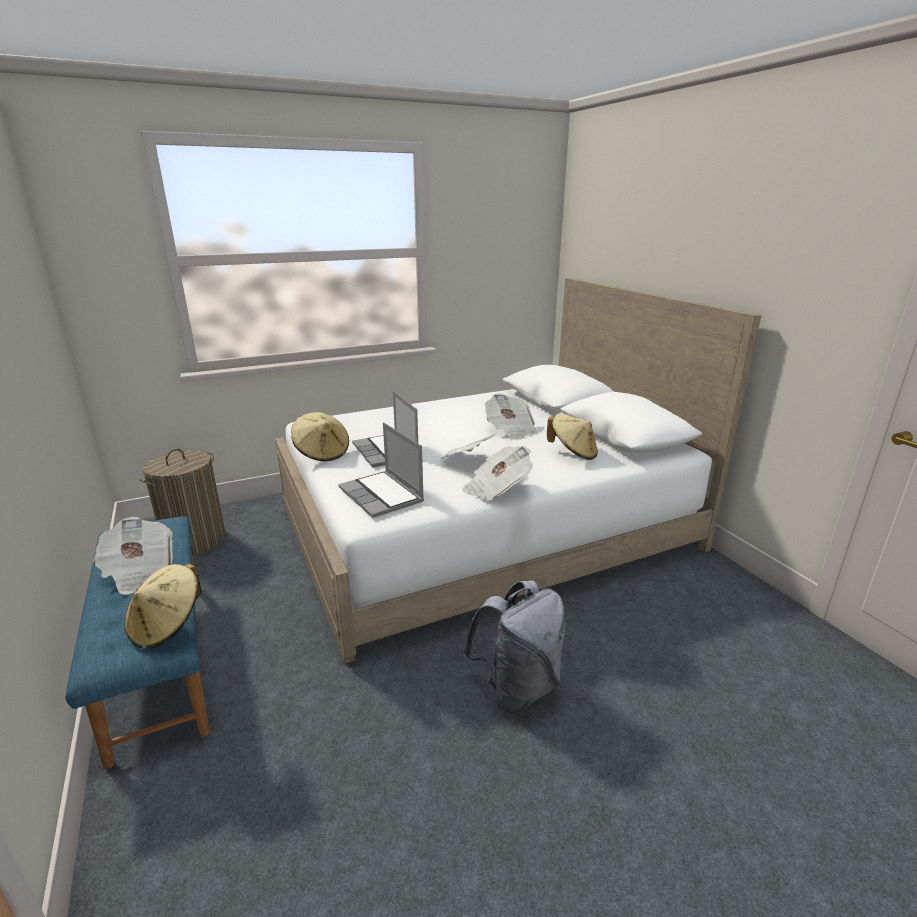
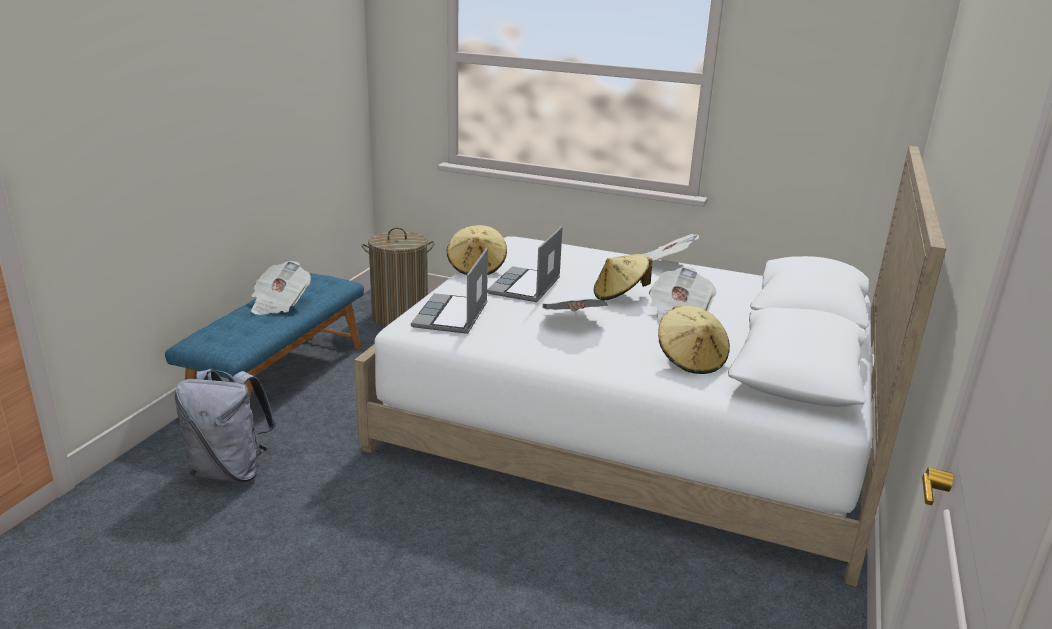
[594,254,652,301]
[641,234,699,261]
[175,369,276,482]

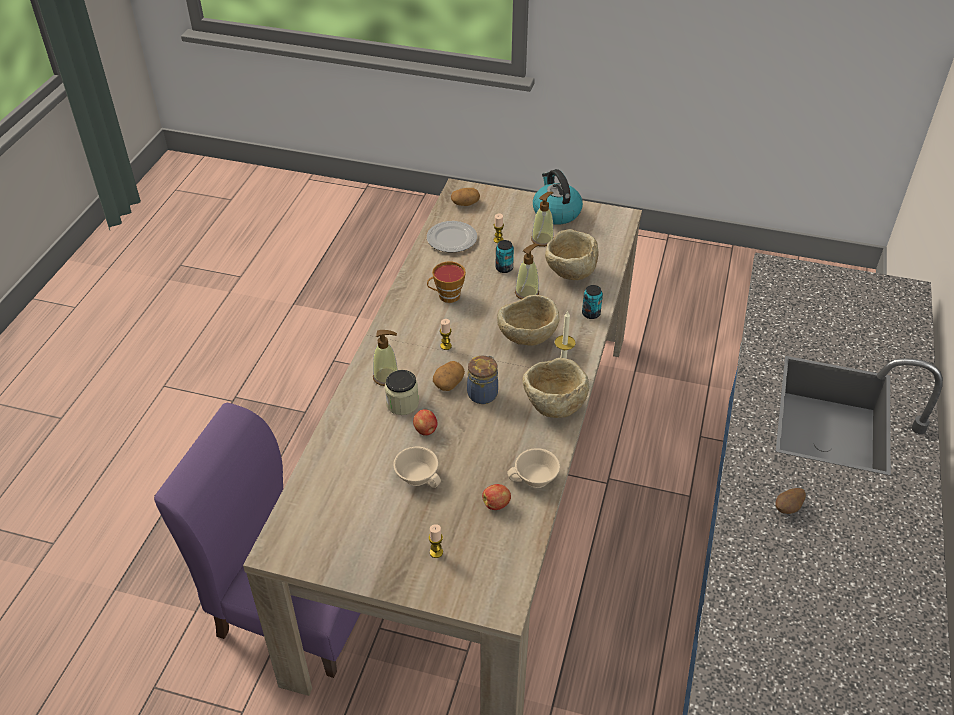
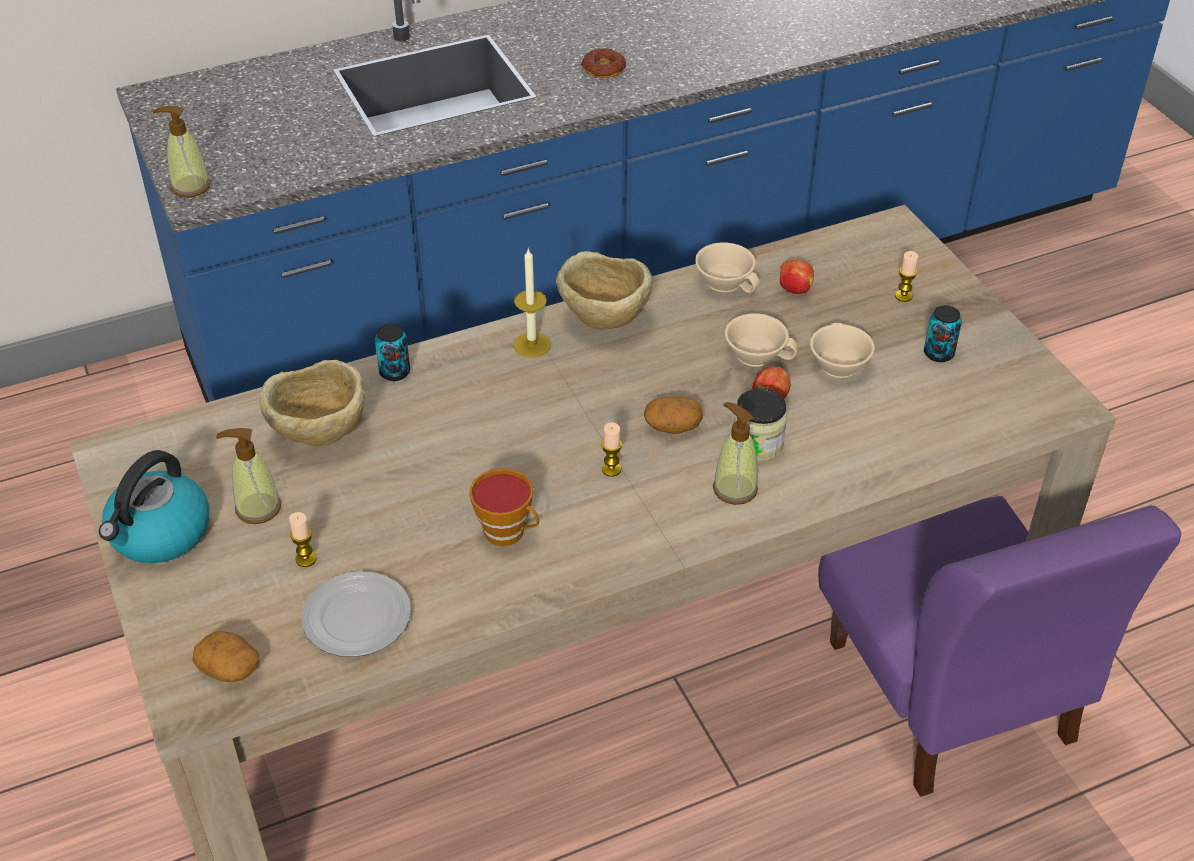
[467,356,498,404] (first image)
[924,305,962,362]
[497,295,559,346] (first image)
[152,106,210,198]
[581,48,626,78]
[725,313,798,367]

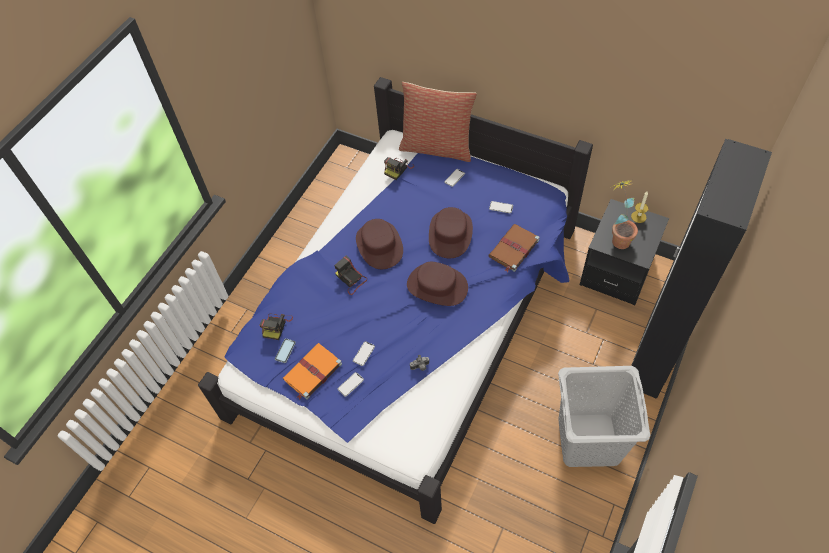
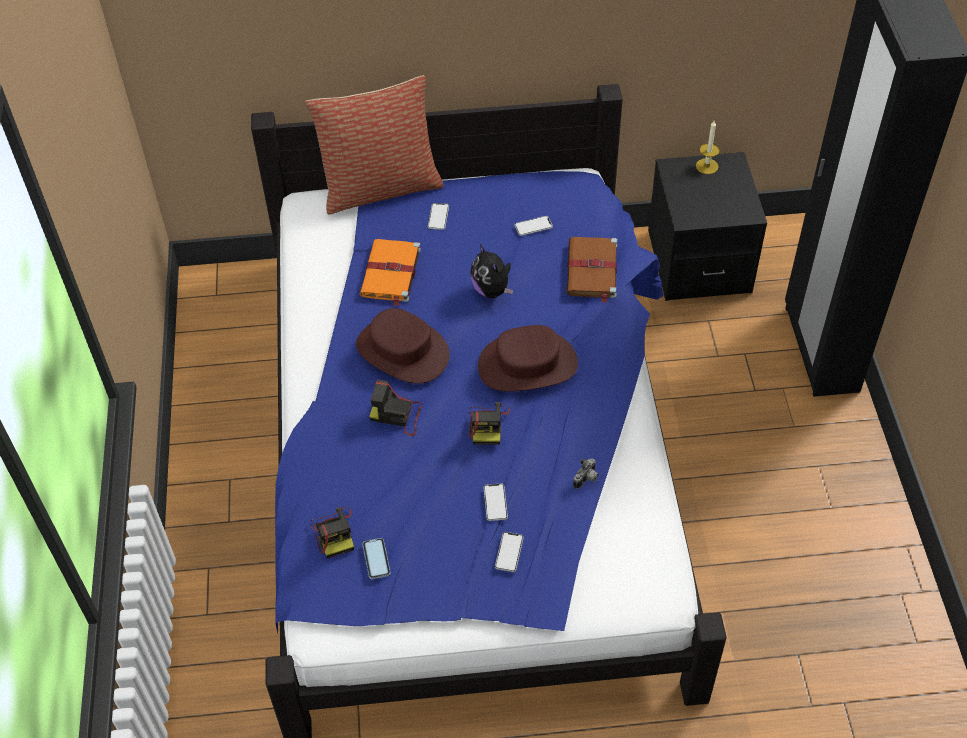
[360,239,421,306]
[469,402,510,445]
[470,244,513,298]
[558,366,650,467] (first image)
[612,180,638,249] (first image)

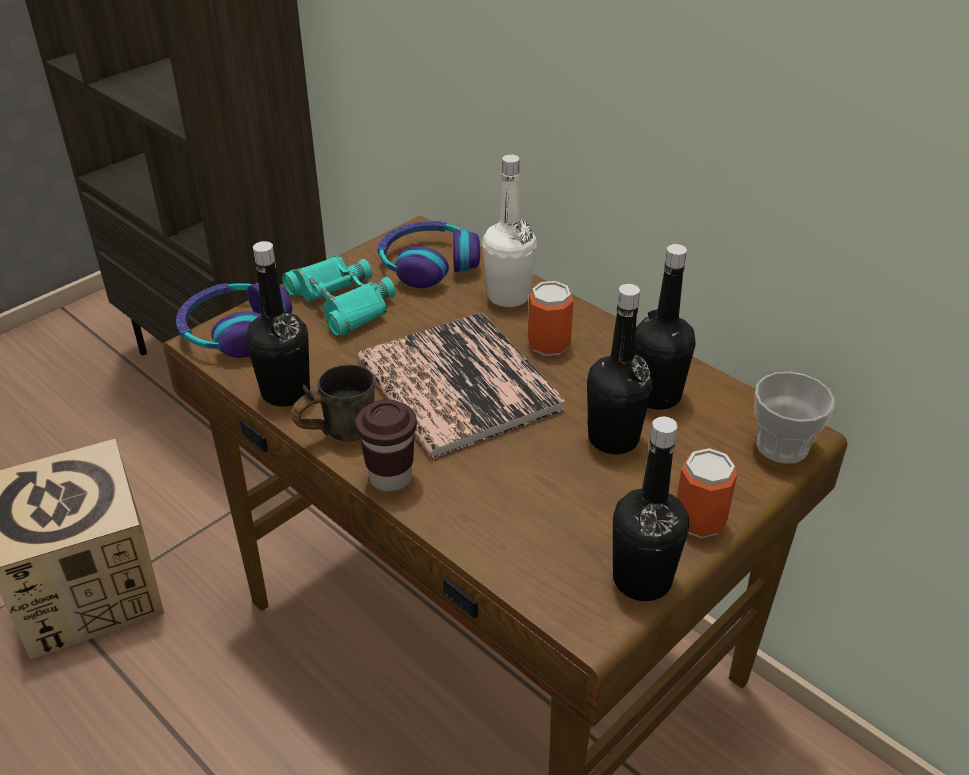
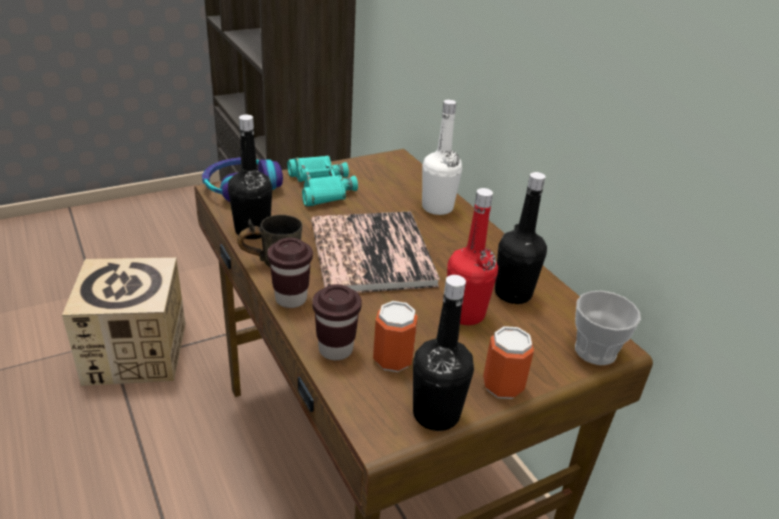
[378,221,480,288] (first image)
[373,301,418,372]
[447,188,498,325]
[312,284,362,360]

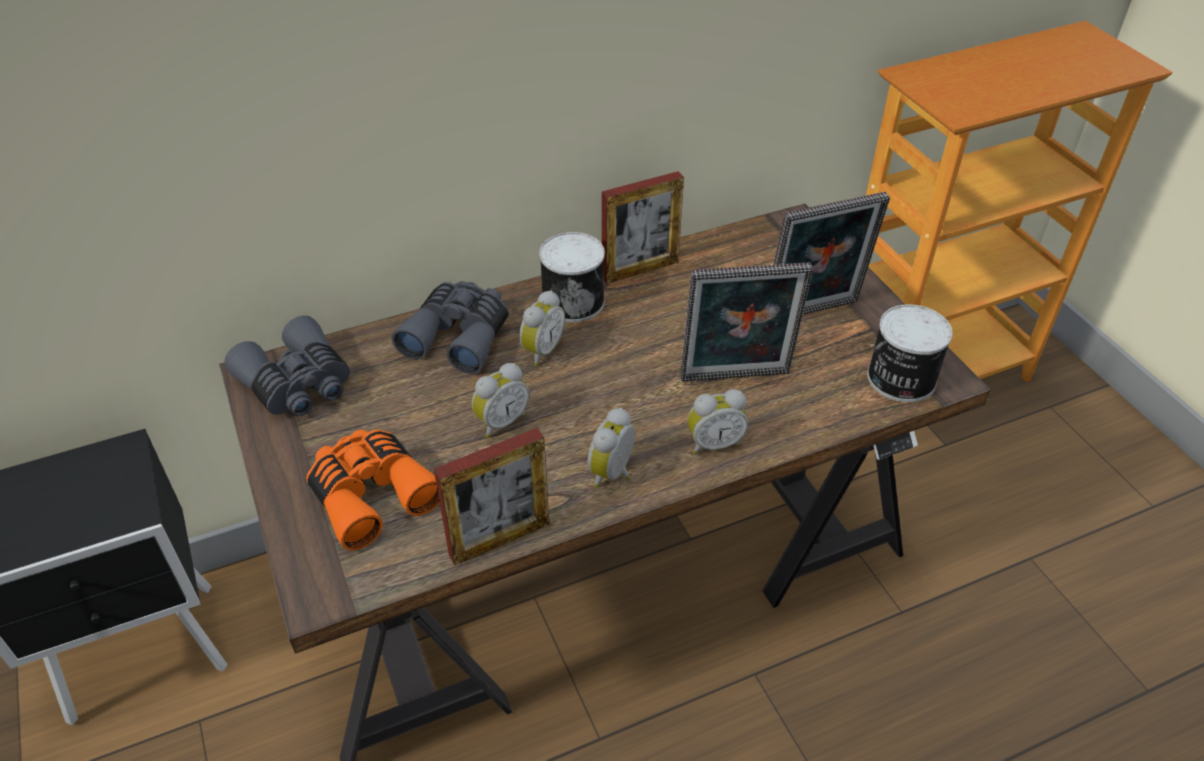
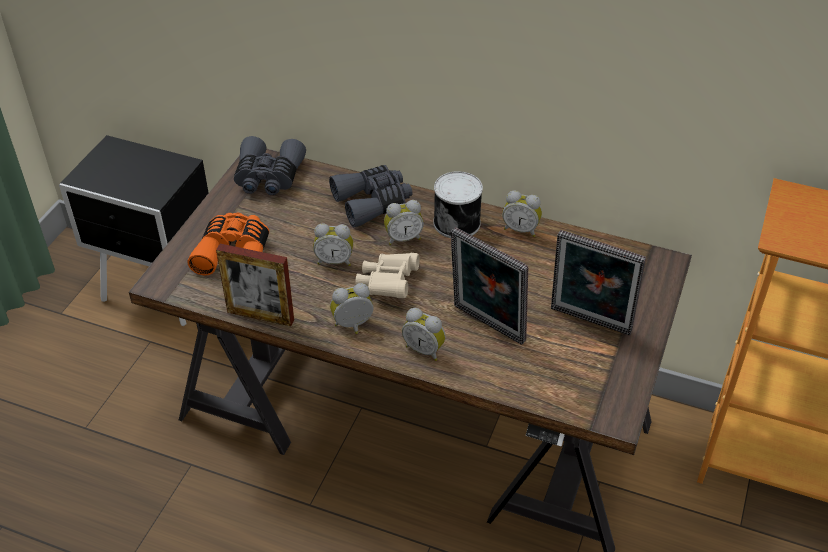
[502,190,542,237]
[867,304,953,402] (first image)
[355,253,420,298]

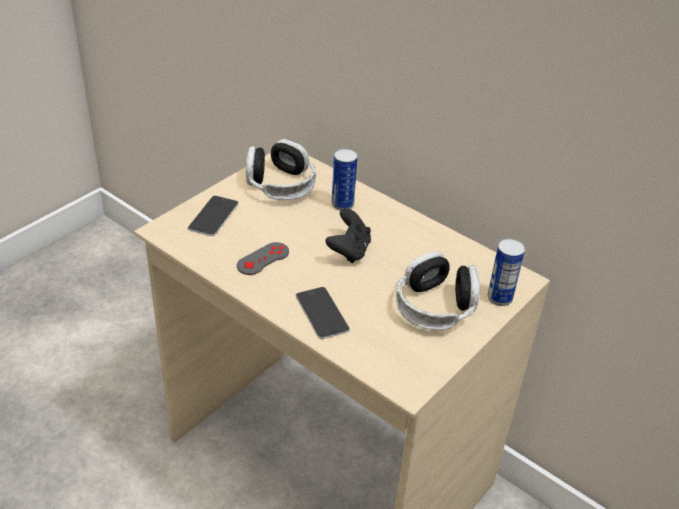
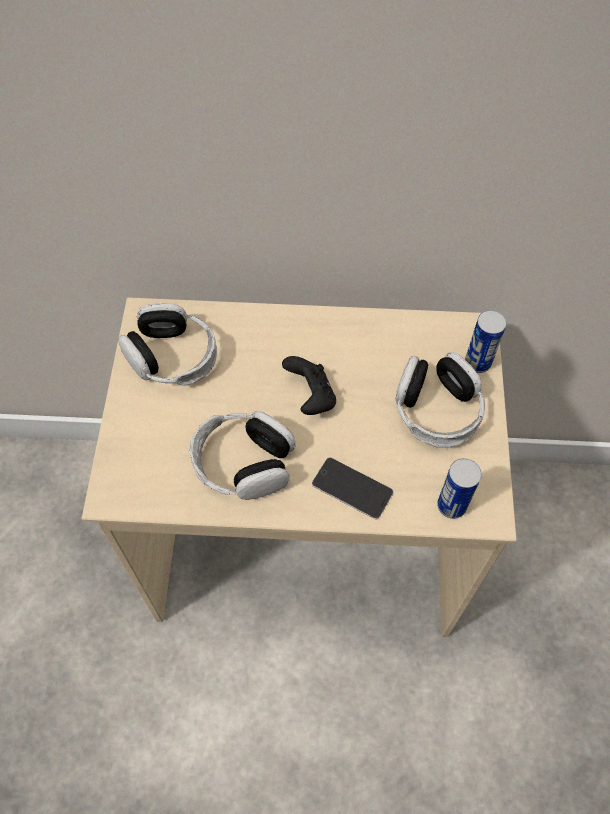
[188,196,239,236] (first image)
[190,411,296,500]
[437,458,482,519]

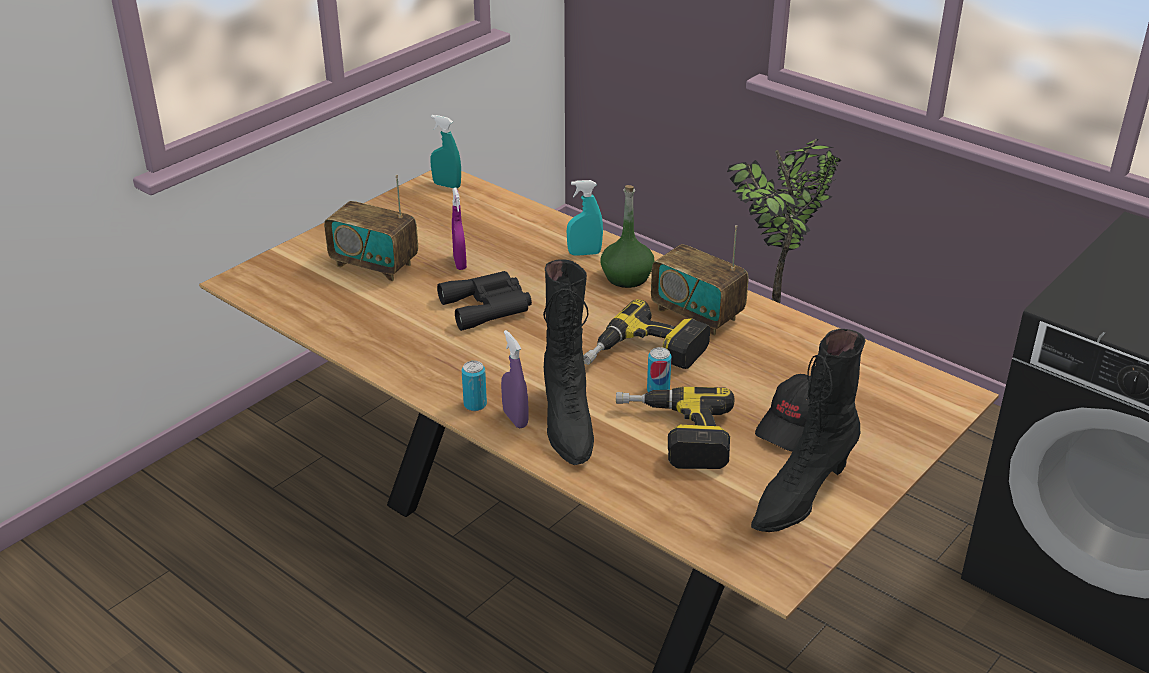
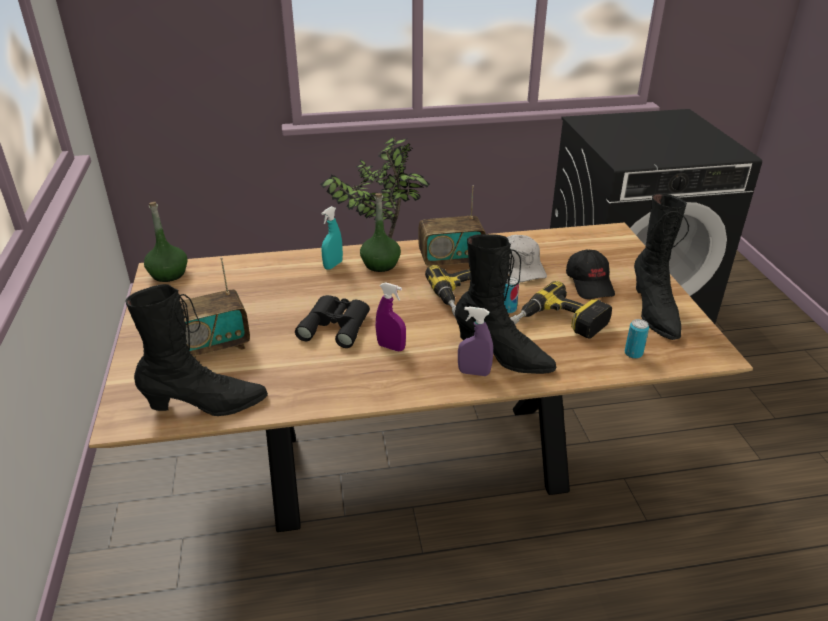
[144,202,188,282]
[376,282,406,351]
[625,319,649,359]
[125,284,268,416]
[507,235,547,282]

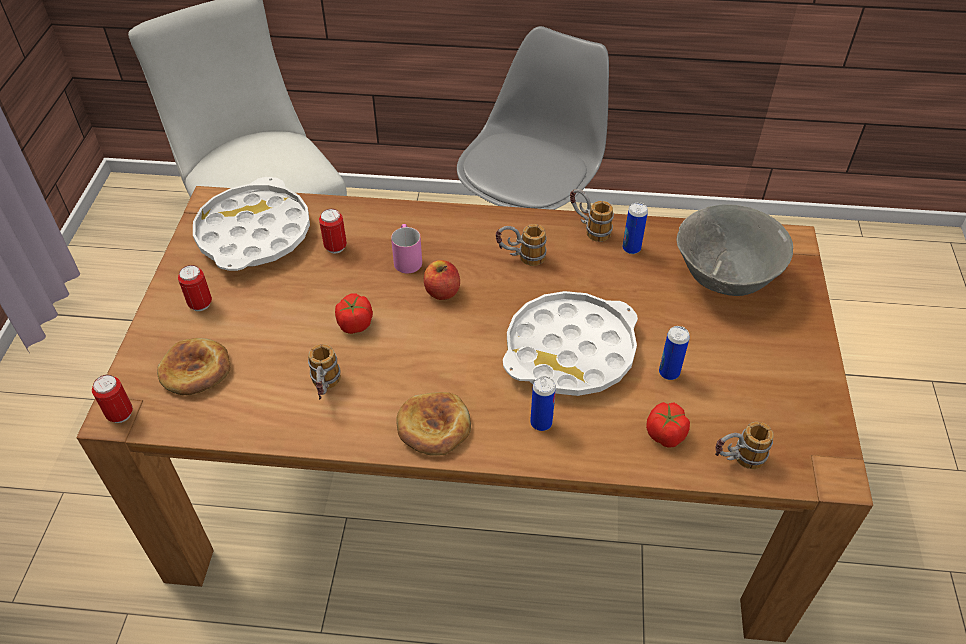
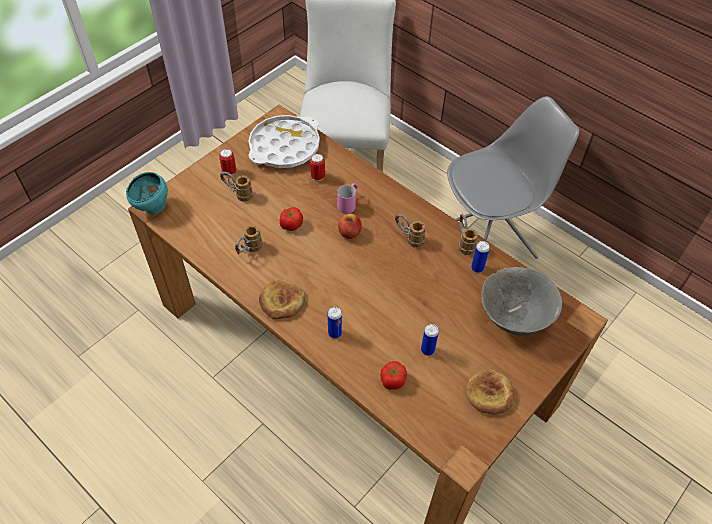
[126,172,168,214]
[466,368,515,414]
[503,291,638,396] (first image)
[220,172,253,202]

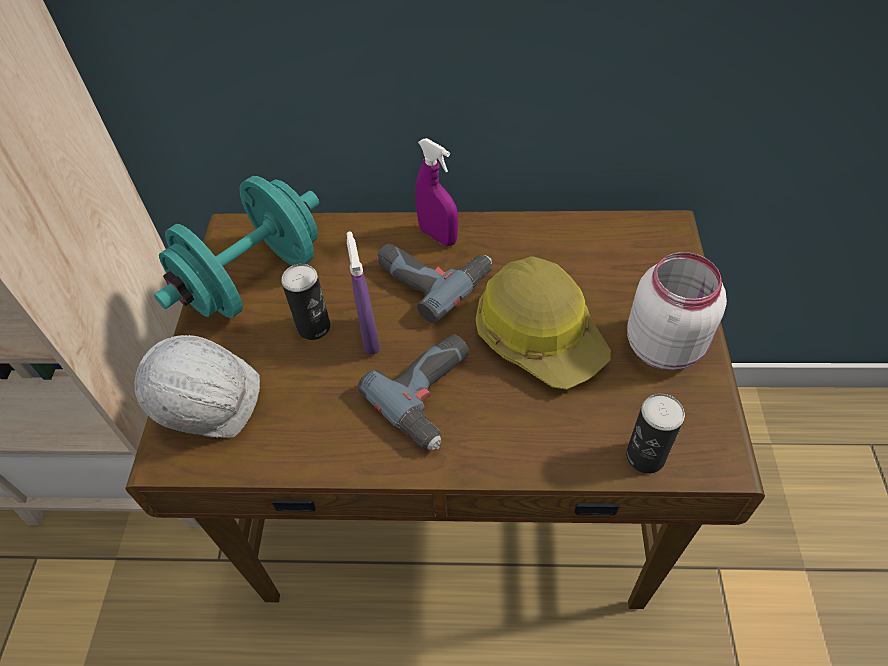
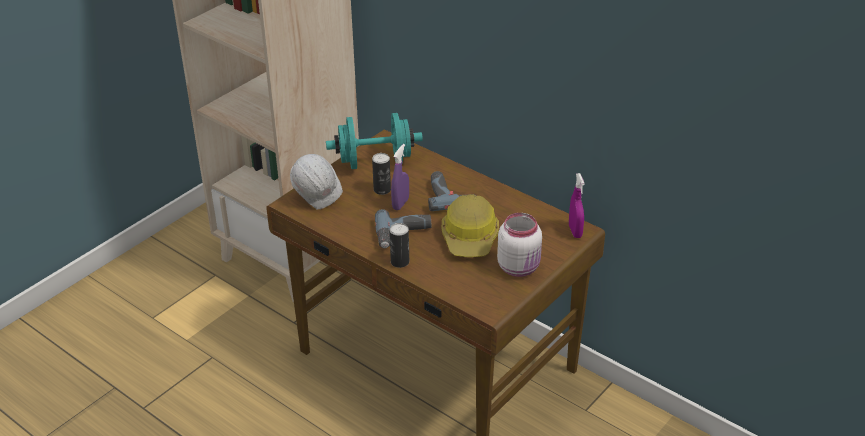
[569,173,585,238]
[390,223,409,268]

